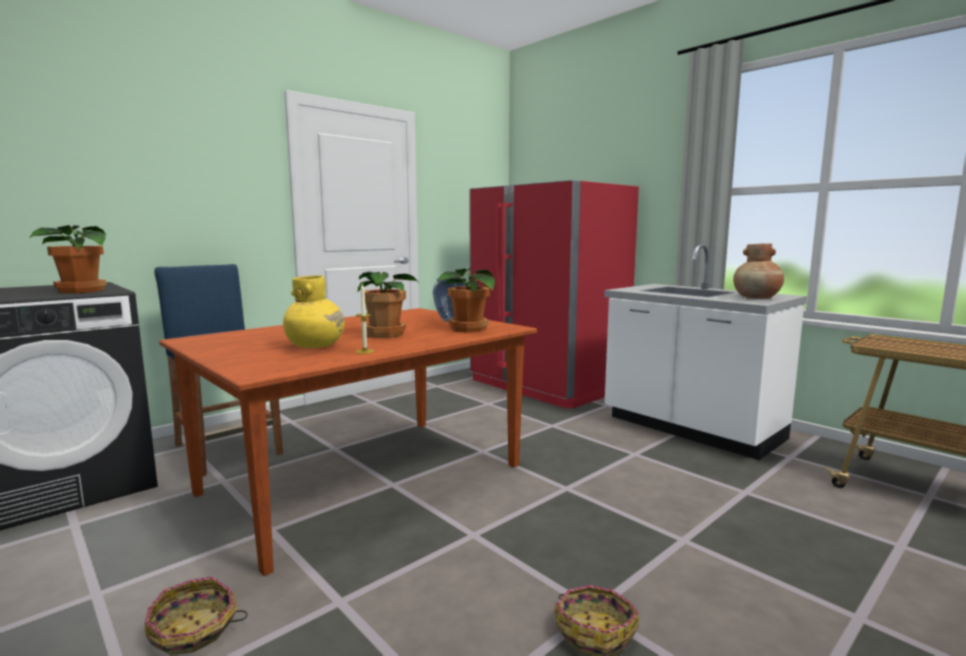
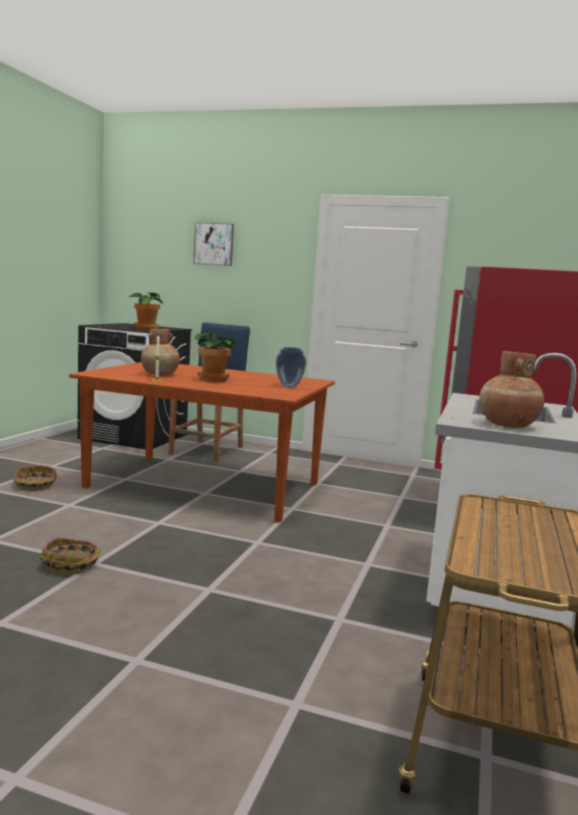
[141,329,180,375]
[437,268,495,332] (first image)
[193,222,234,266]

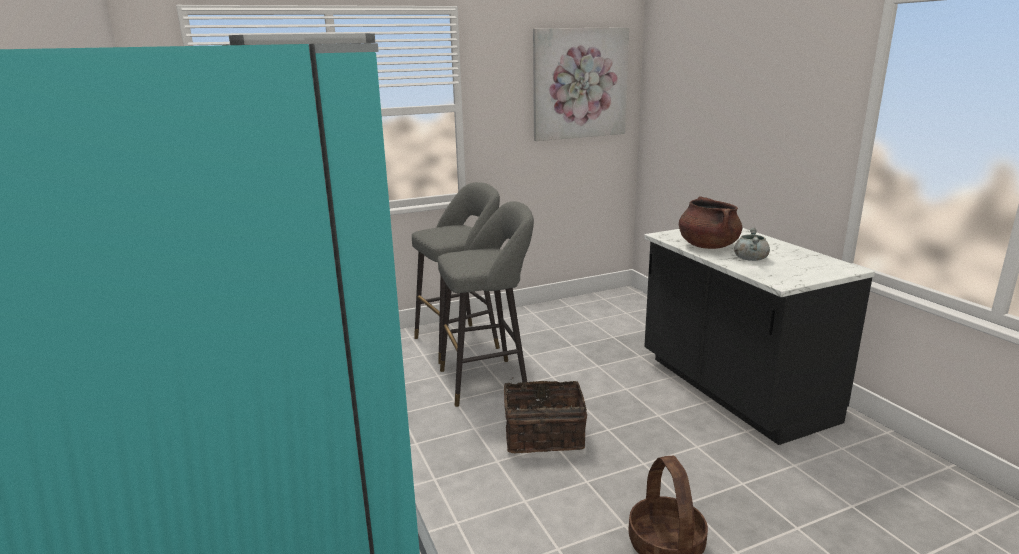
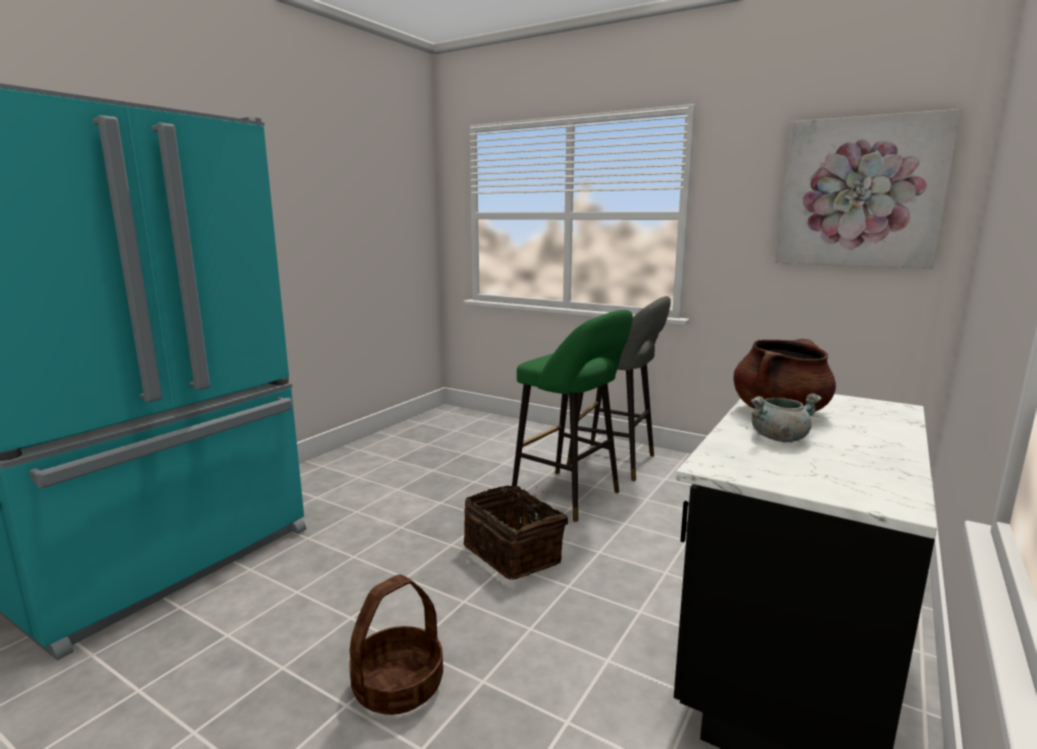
[512,310,633,522]

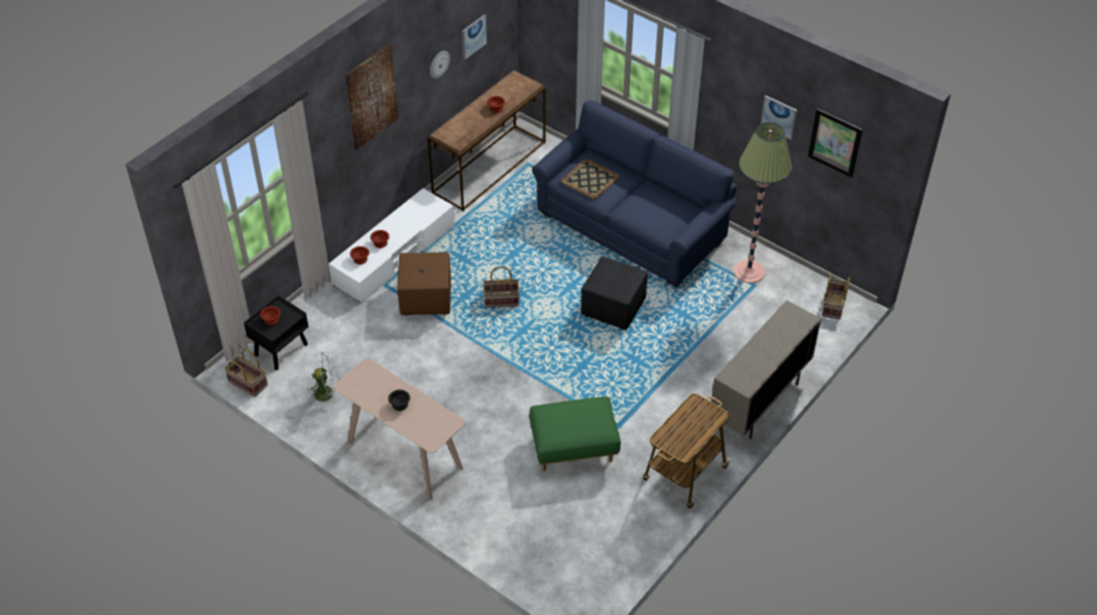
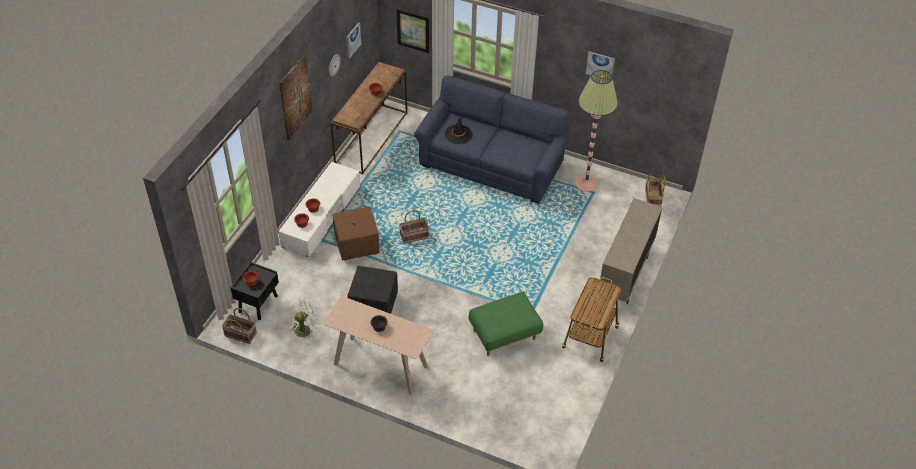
[445,116,473,144]
[347,266,398,314]
[396,9,429,53]

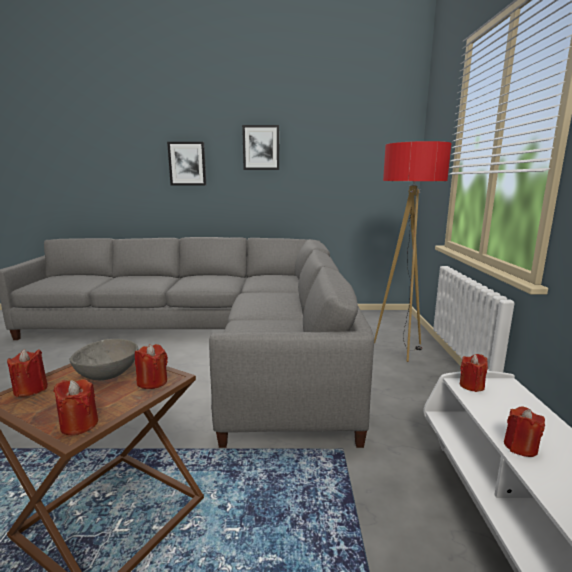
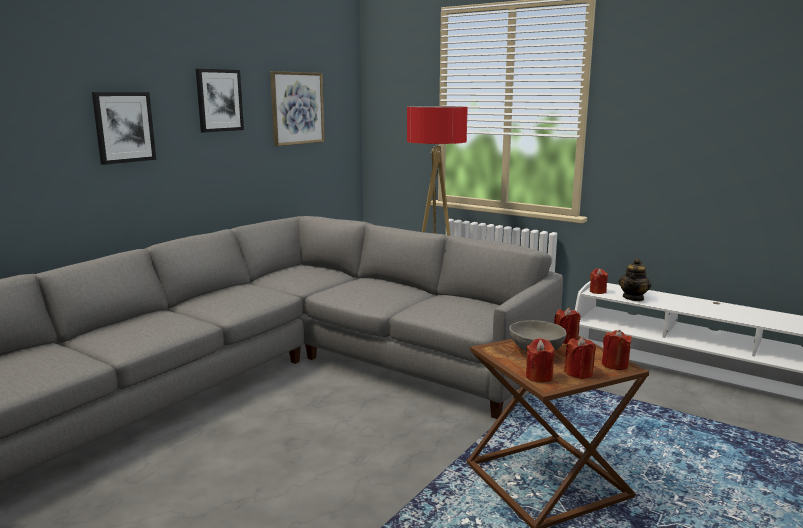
[564,337,596,379]
[270,71,325,146]
[619,258,651,301]

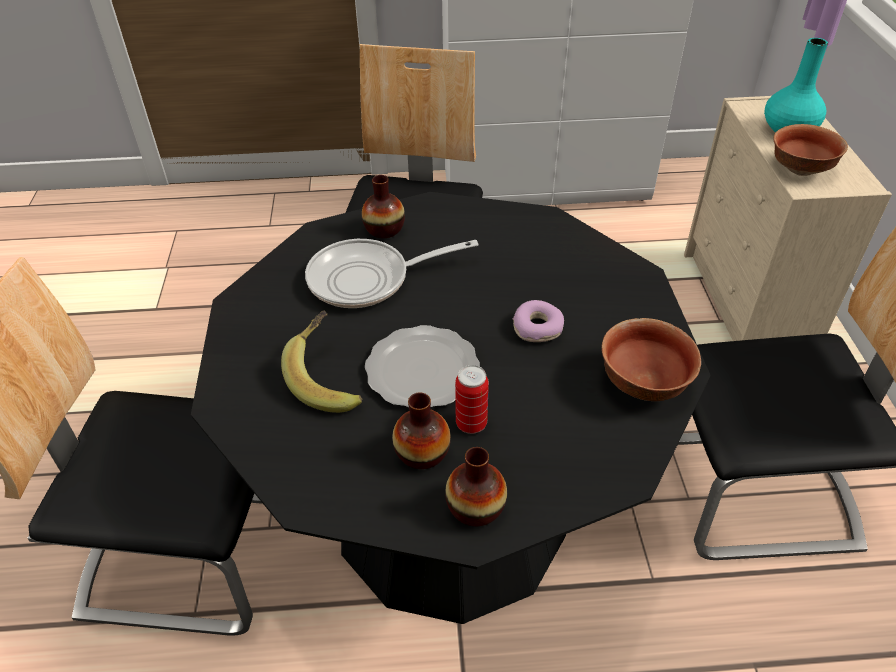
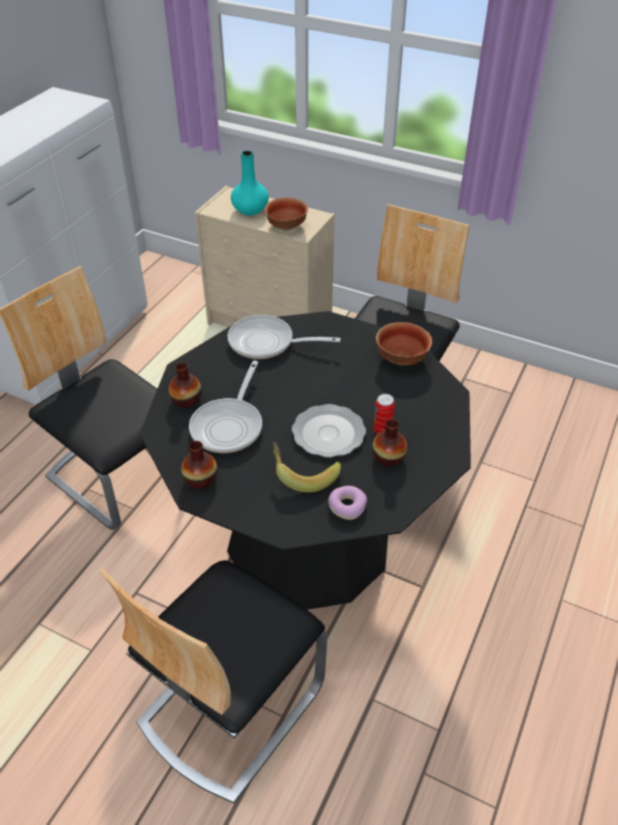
[181,441,217,489]
[328,486,367,520]
[228,315,341,359]

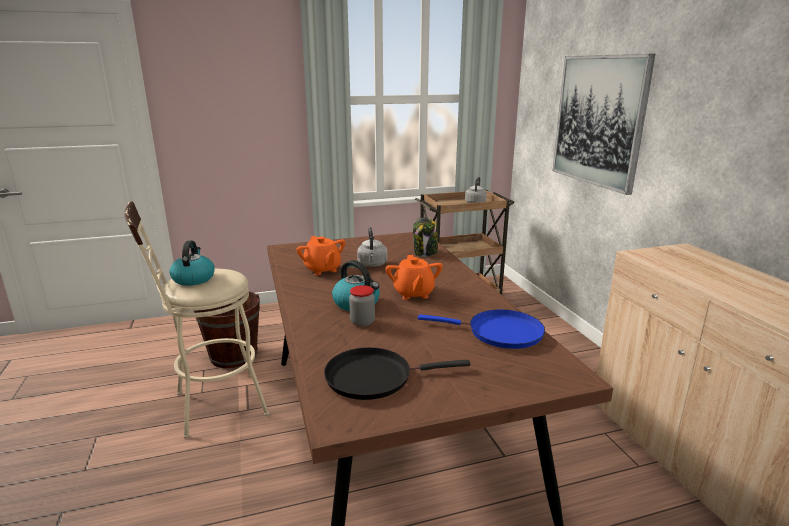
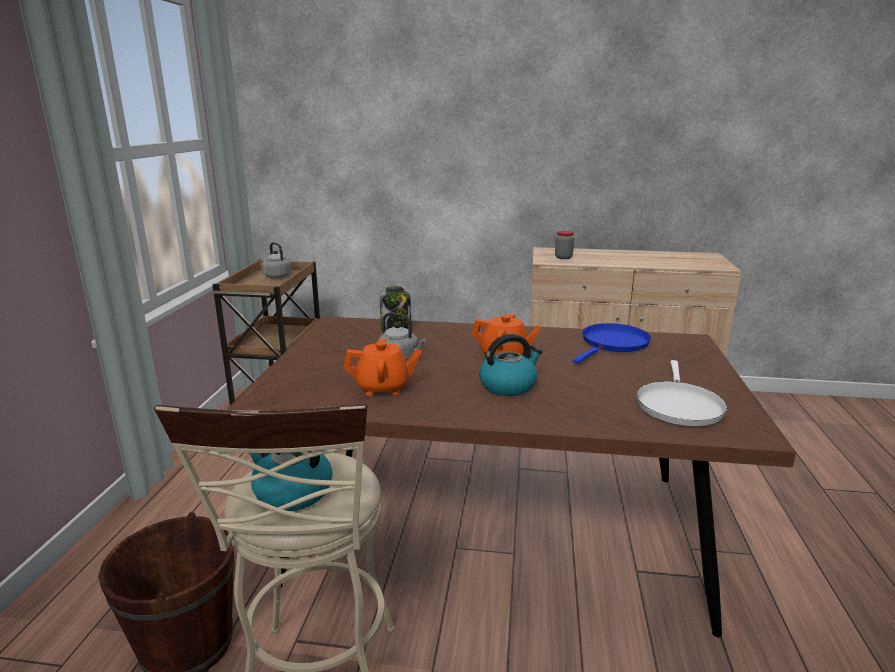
[636,360,728,426]
[555,231,574,259]
[552,54,655,195] (first image)

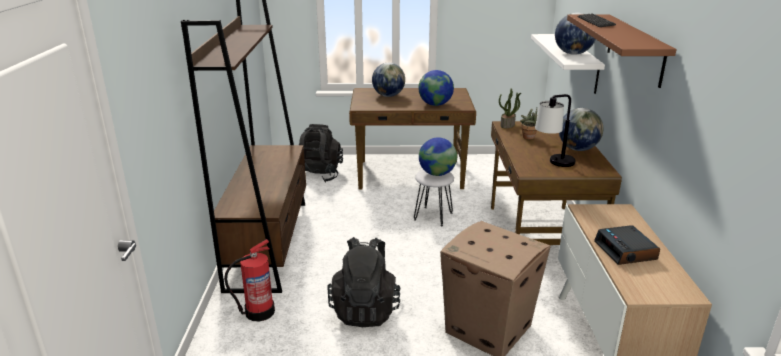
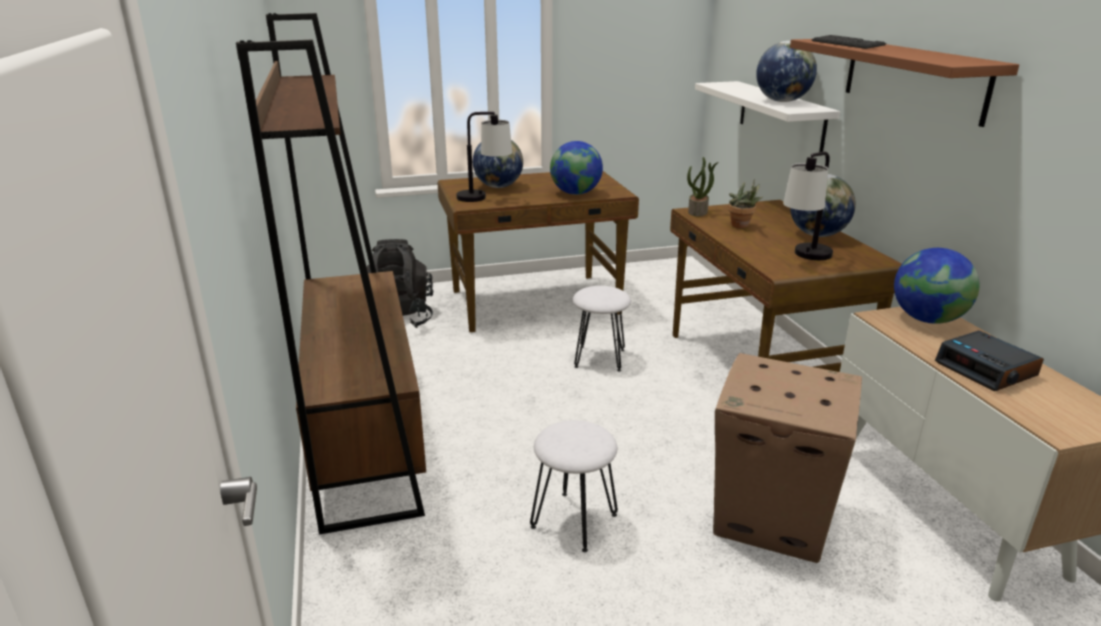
[224,239,275,321] (first image)
[530,420,618,552]
[894,248,980,324]
[456,112,512,202]

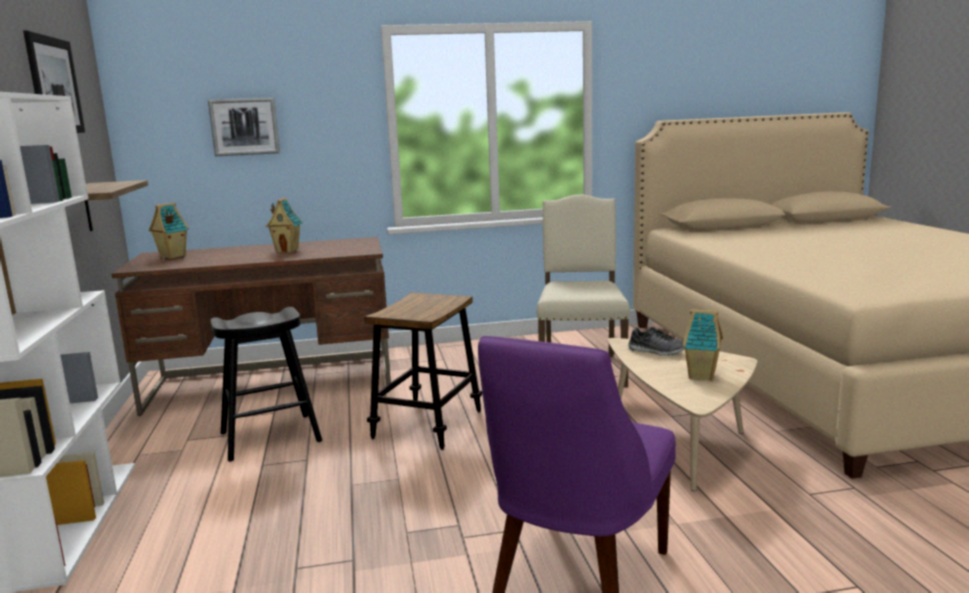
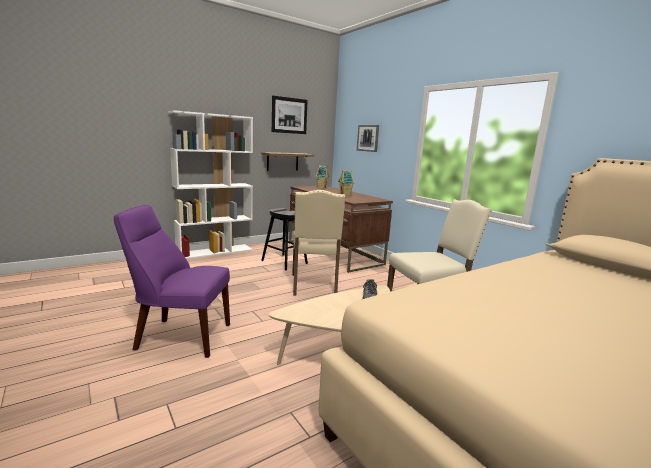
[292,190,346,296]
[683,309,723,381] (first image)

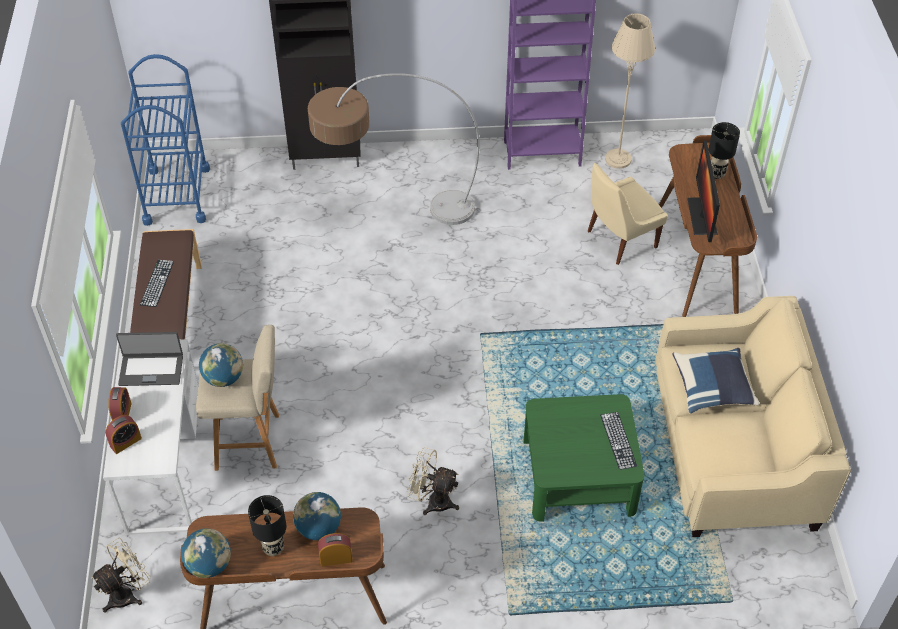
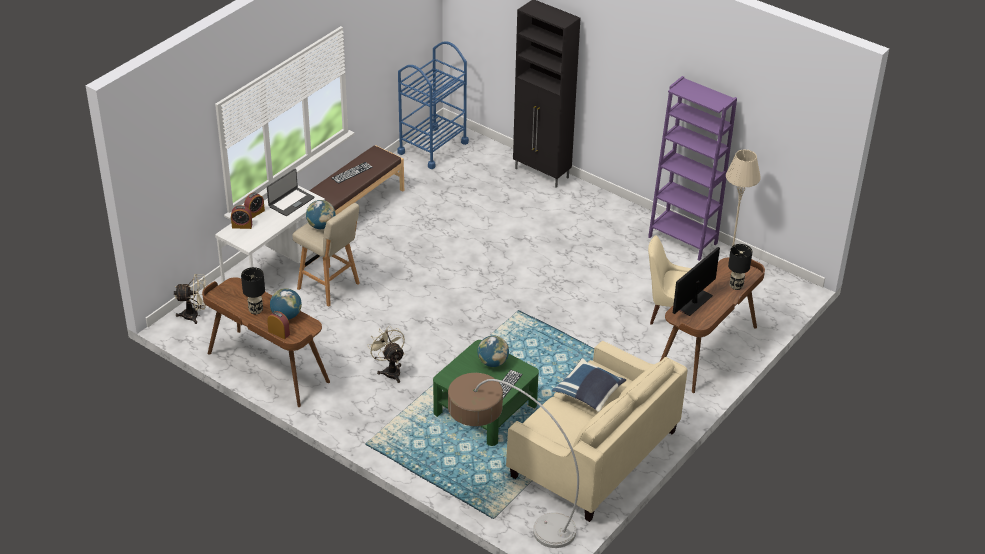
[267,168,315,216]
[477,335,509,367]
[448,373,579,548]

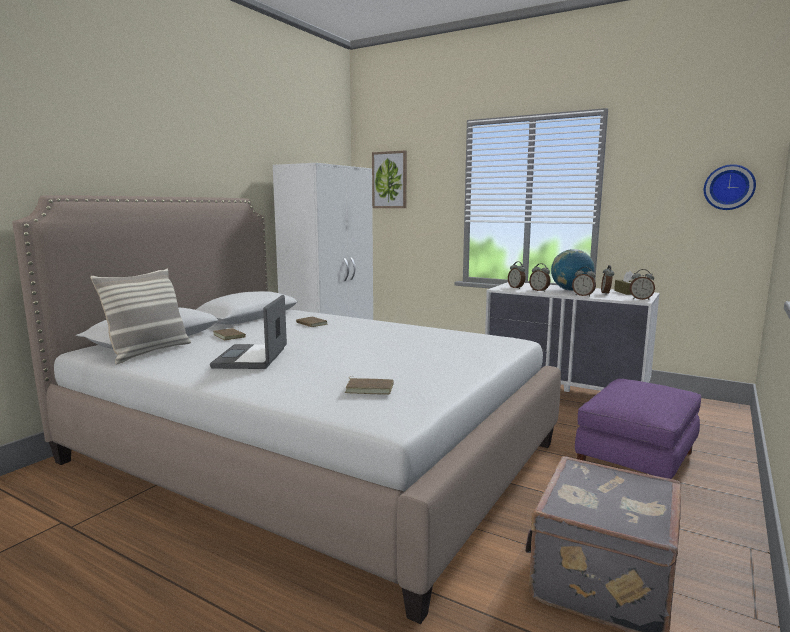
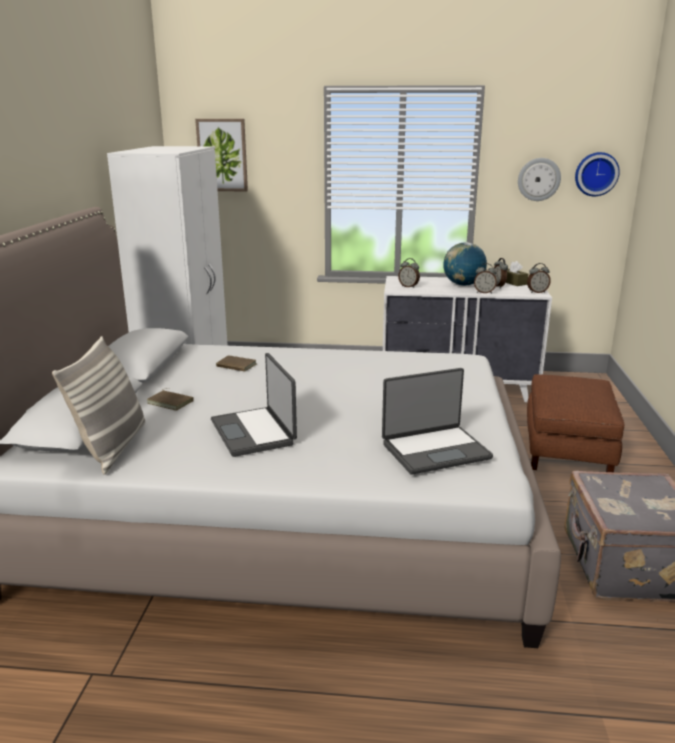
[382,368,493,475]
[529,263,550,292] (first image)
[527,374,625,472]
[518,158,561,201]

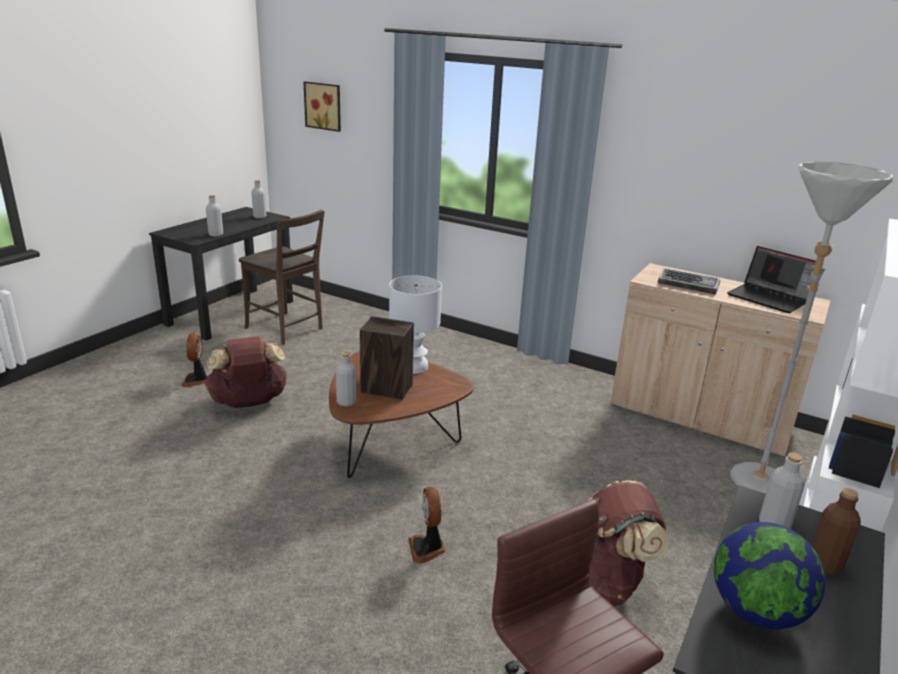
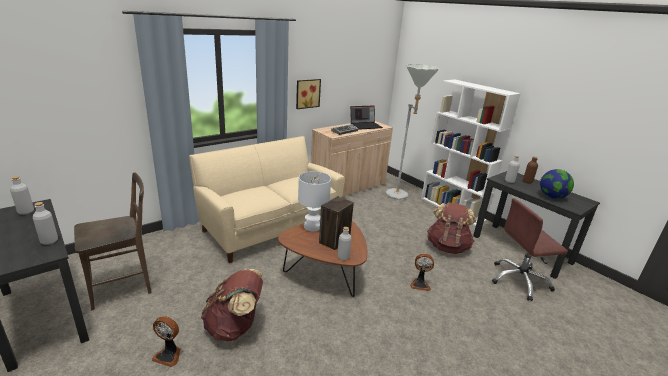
[296,79,321,109]
[189,136,345,263]

